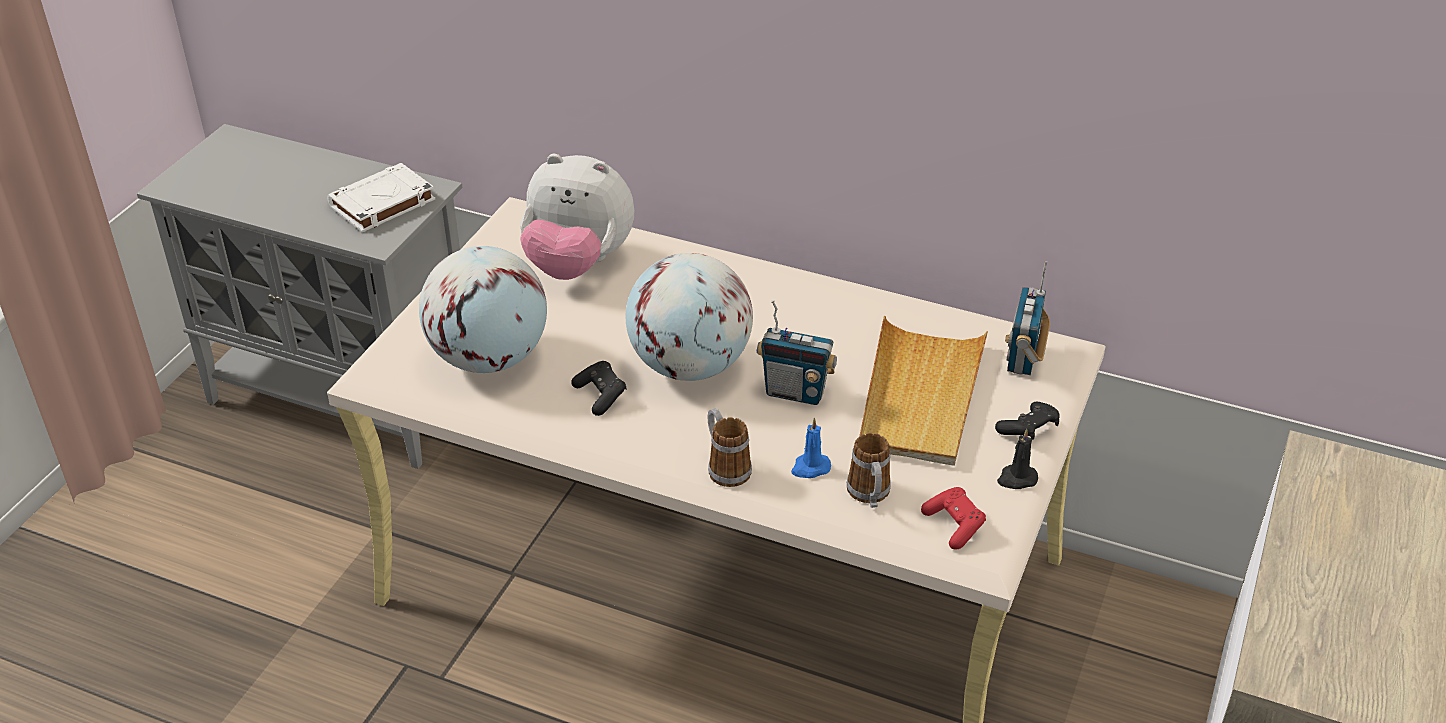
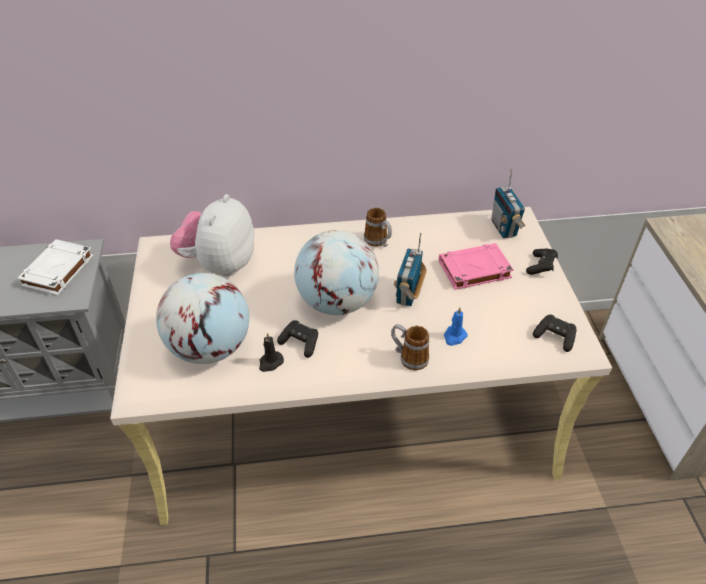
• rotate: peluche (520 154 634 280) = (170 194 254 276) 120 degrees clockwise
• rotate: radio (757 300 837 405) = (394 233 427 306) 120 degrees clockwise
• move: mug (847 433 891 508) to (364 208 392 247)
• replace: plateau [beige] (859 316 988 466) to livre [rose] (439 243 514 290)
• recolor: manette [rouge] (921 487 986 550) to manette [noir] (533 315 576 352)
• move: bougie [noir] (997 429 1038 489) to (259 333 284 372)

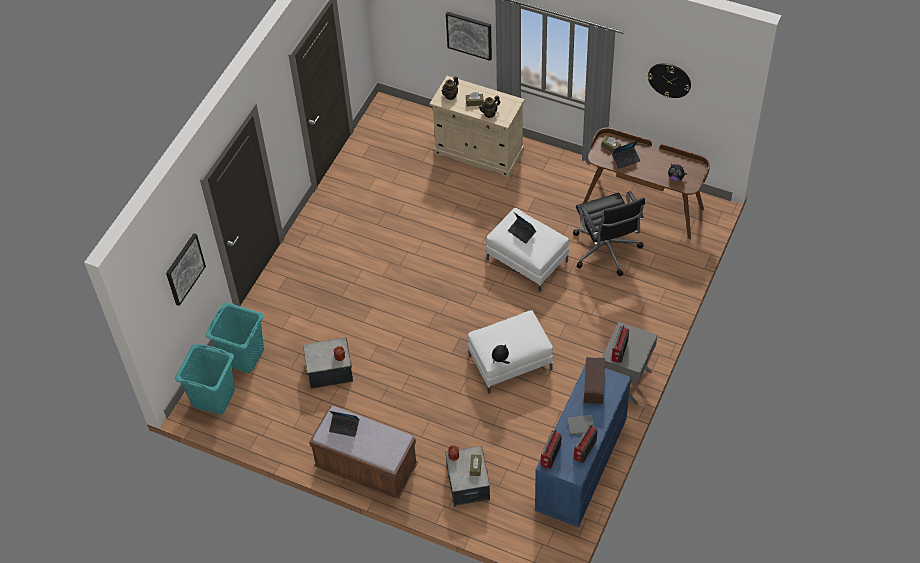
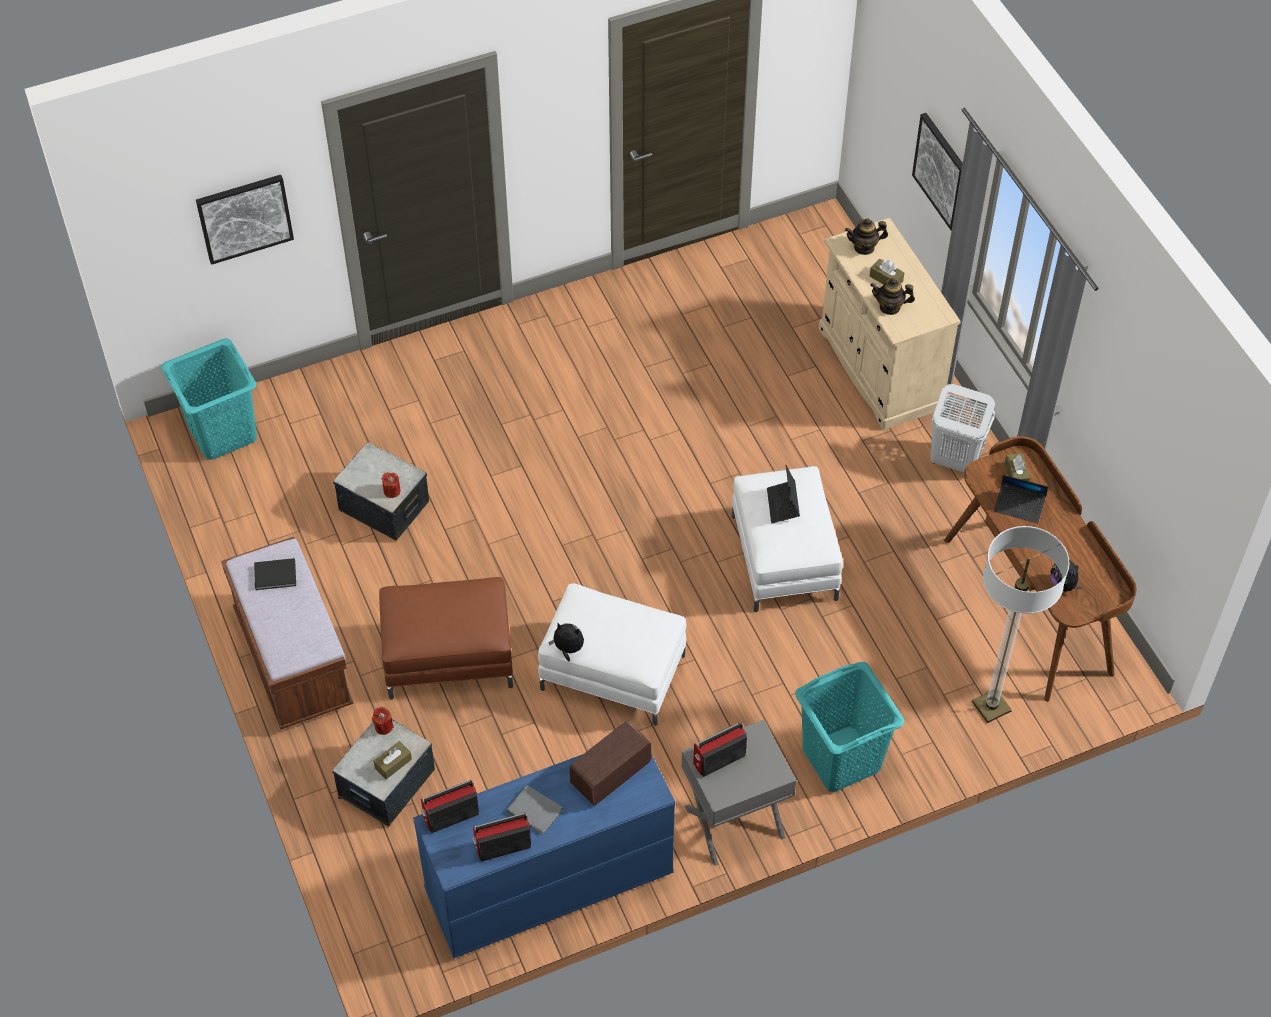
• move: panier à linge [turquoise] (206 302 264 373) to (795 662 904 792)
• replace: ordinateur portable (329 411 359 437) to livre [noir] (254 558 296 590)
• delete: chaise de bureau [noir] (573 191 645 277)
• delete: horloge murale (648 63 691 98)
• insert: pouf [marron] (379 577 513 699)
• insert: panier à linge [blanc] (931 384 995 473)
• insert: lampadaire (972 526 1070 723)

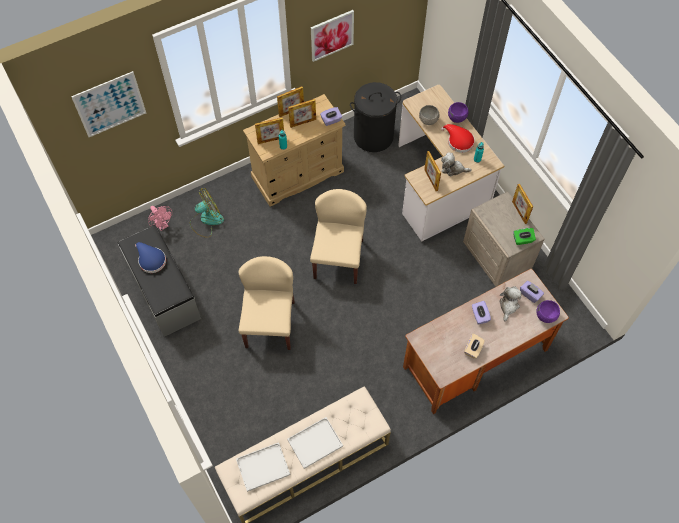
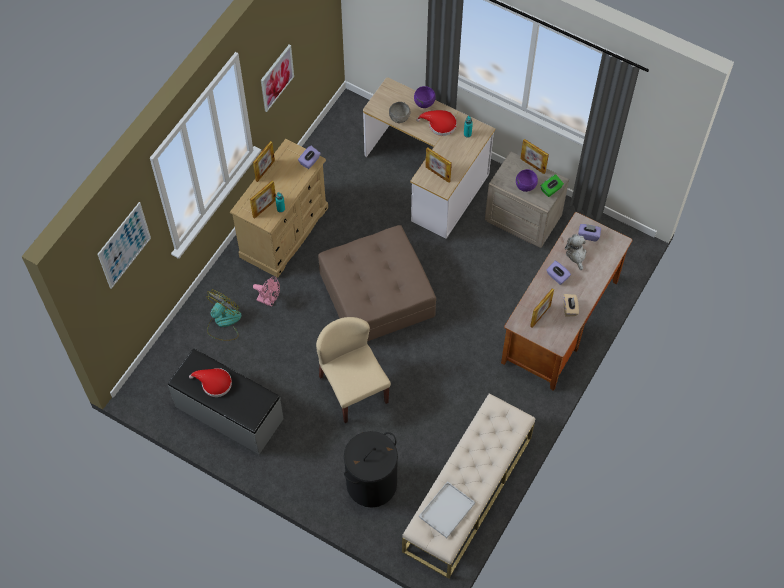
• recolor: chapeau [bleu] (135 242 166 273) to chapeau [rouge] (189 368 232 397)
• move: ventilateur [rose] (148 206 172 231) to (253 277 280 306)
• delete: plateau [blanc] (287 417 343 469)
• move: cadre photo (288 99 316 128) to (530 288 554 328)
• replace: chaise [beige] (310 189 367 284) to pouf [marron] (318 225 436 341)
• move: panier à linge [noir] (350 82 401 152) to (344 431 398 508)
• delete: peluche (441 152 472 176)
• move: bol [violet] (536 300 560 323) to (516 169 538 192)

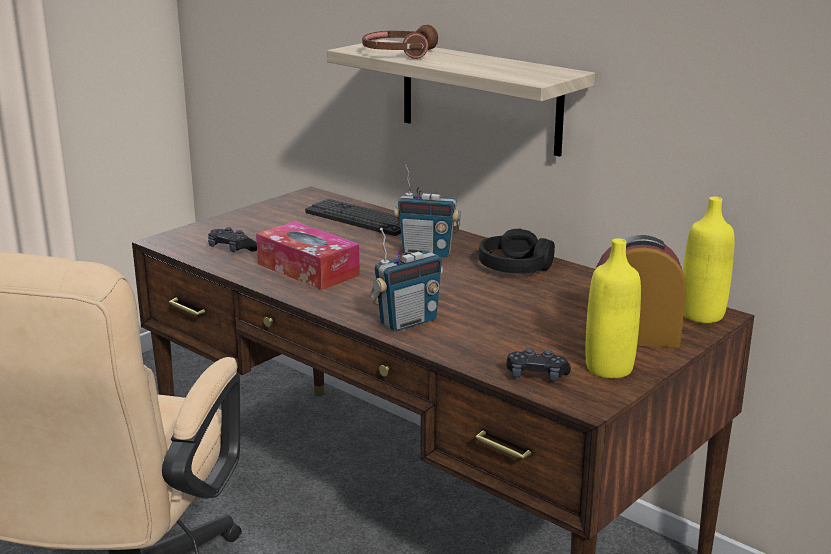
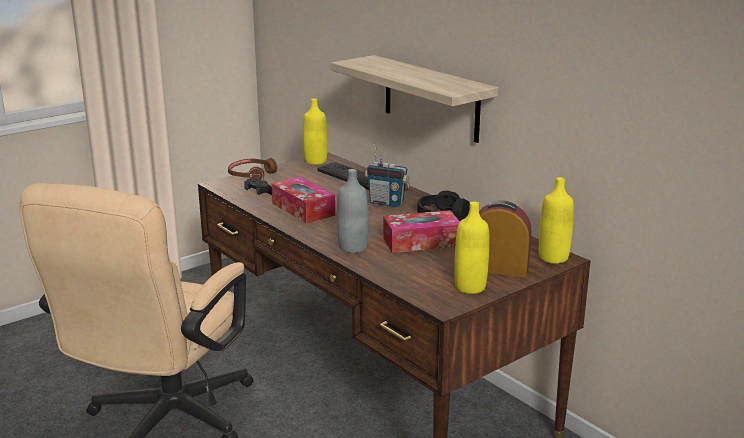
• move: casque audio [marron] (362 25 438 59) to (228 158 277 181)
• replace: radio (369 228 443 332) to bouteille [gris] (337 169 368 253)
• delete: manette [noir] (506 348 571 381)
• insert: bouteille [jaune] (303 98 327 165)
• insert: boîte à mouchoirs (383 210 460 253)

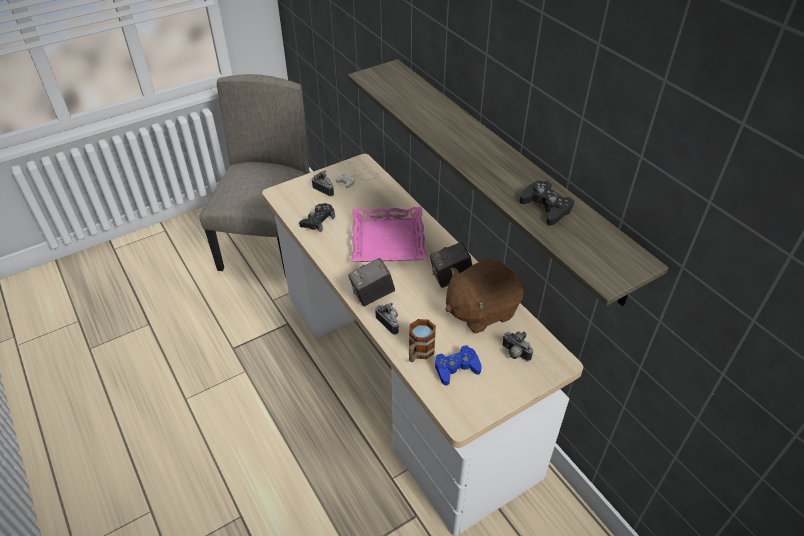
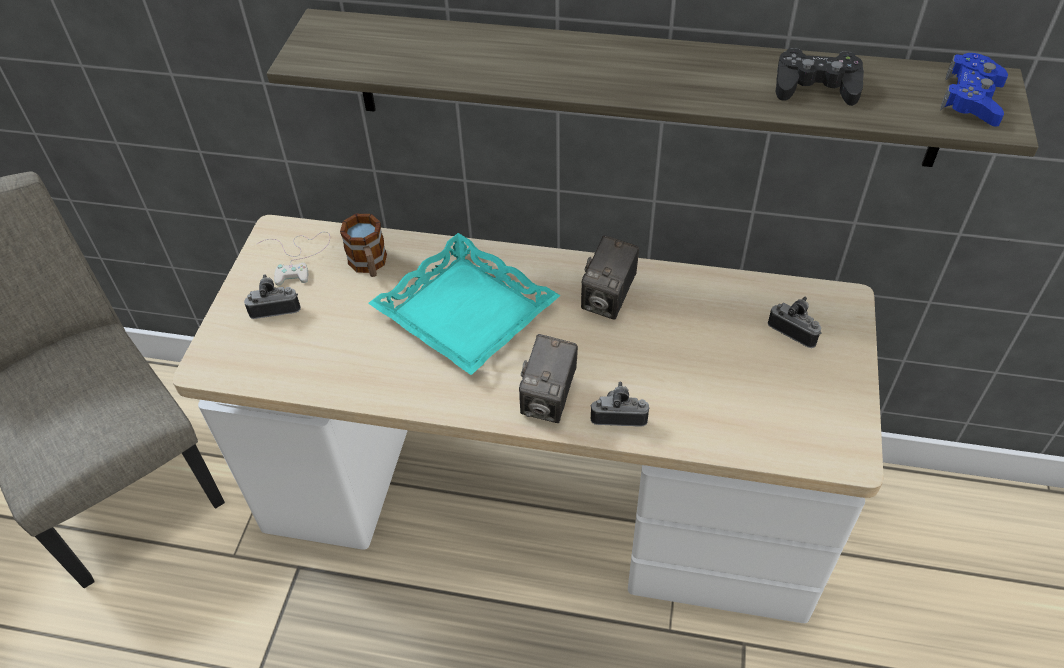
• delete: manette [noir] (299 203 335 232)
• recolor: plateau [rose] (352 207 427 262) to plateau [turquoise] (368 233 561 375)
• move: mug (409 319 436 362) to (340 214 387 277)
• move: manette [bleu] (435 345 481 386) to (940 53 1008 127)
• delete: peluche [marron] (445 259 523 333)
• rotate: appareil photo (502 332 533 361) = (768 297 821 348) 135 degrees counterclockwise

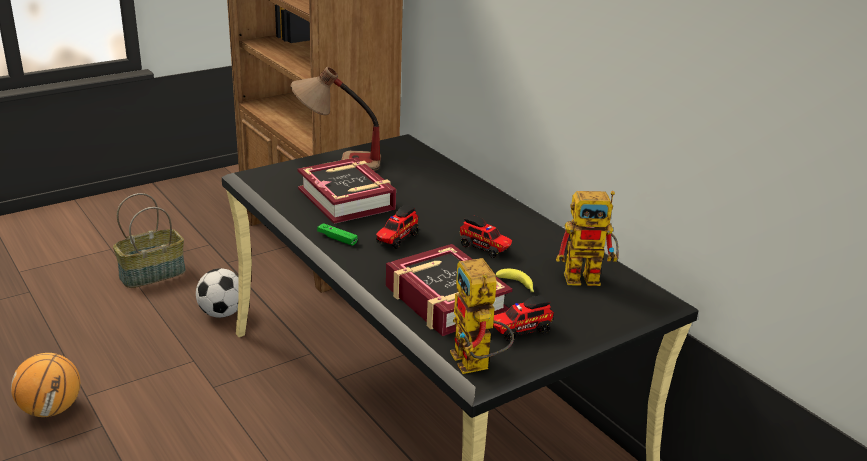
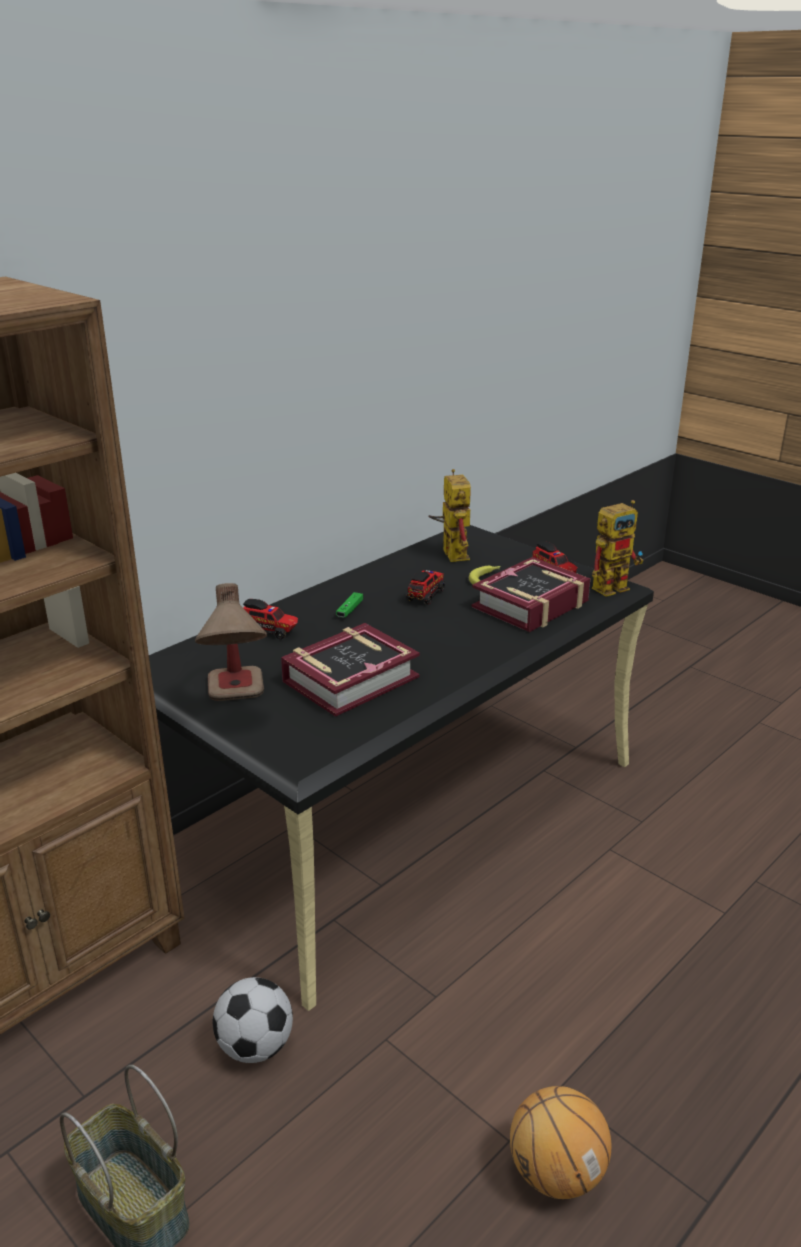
• move: manette [vert] (317 223 358 246) to (336 592 363 618)
• move: camion jouet (376 205 419 249) to (243 599 298 640)

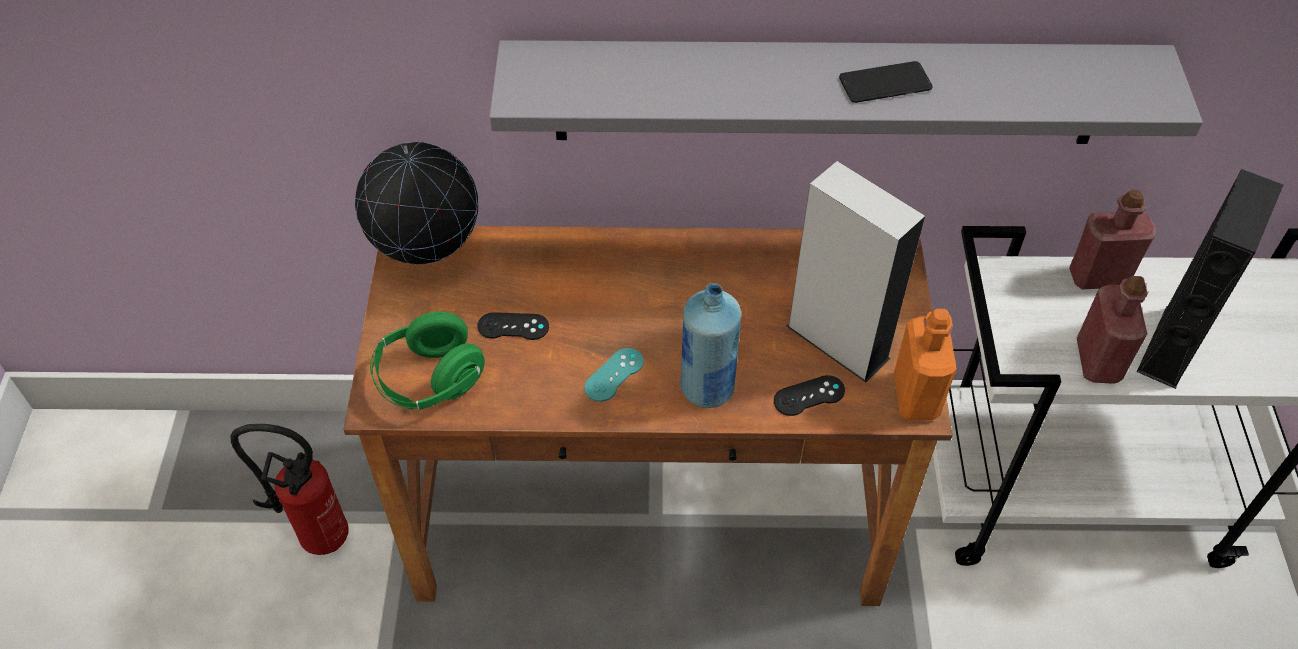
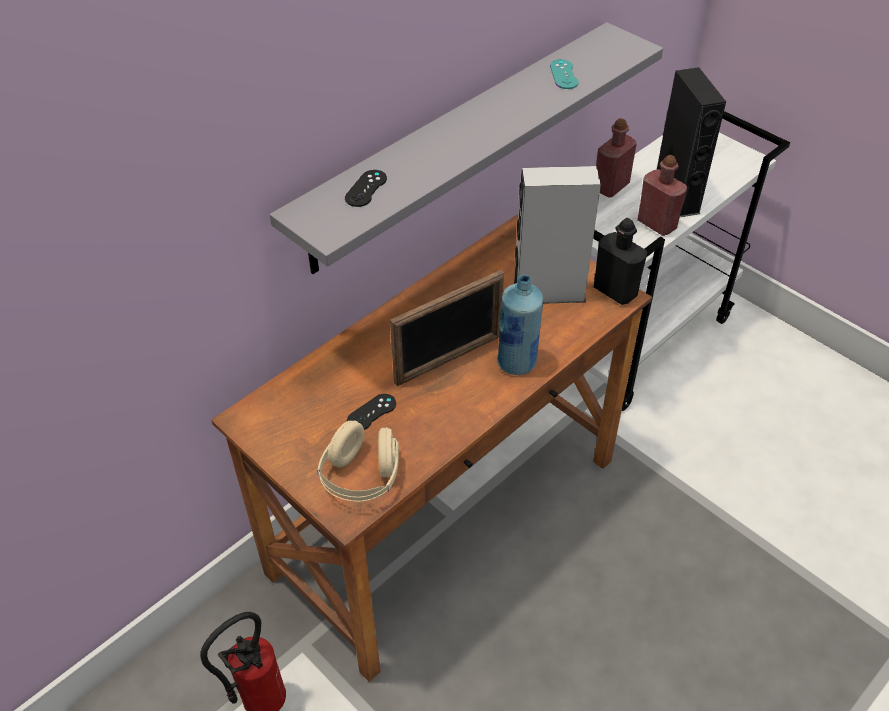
• delete: globe (355 142 479 264)
• recolor: casque audio [vert] (370 312 485 410) to casque audio [beige] (317 421 399 502)
• move: manette [turquoise] (584 348 644 402) to (550 59 579 89)
• move: manette [noir] (774 375 845 416) to (345 170 387 207)
• delete: téléphone (839 61 933 103)
• recolor: bouteille [orange] (894 309 957 420) to bouteille [noir] (594 218 647 305)
• insert: cadre photo (390 270 504 386)

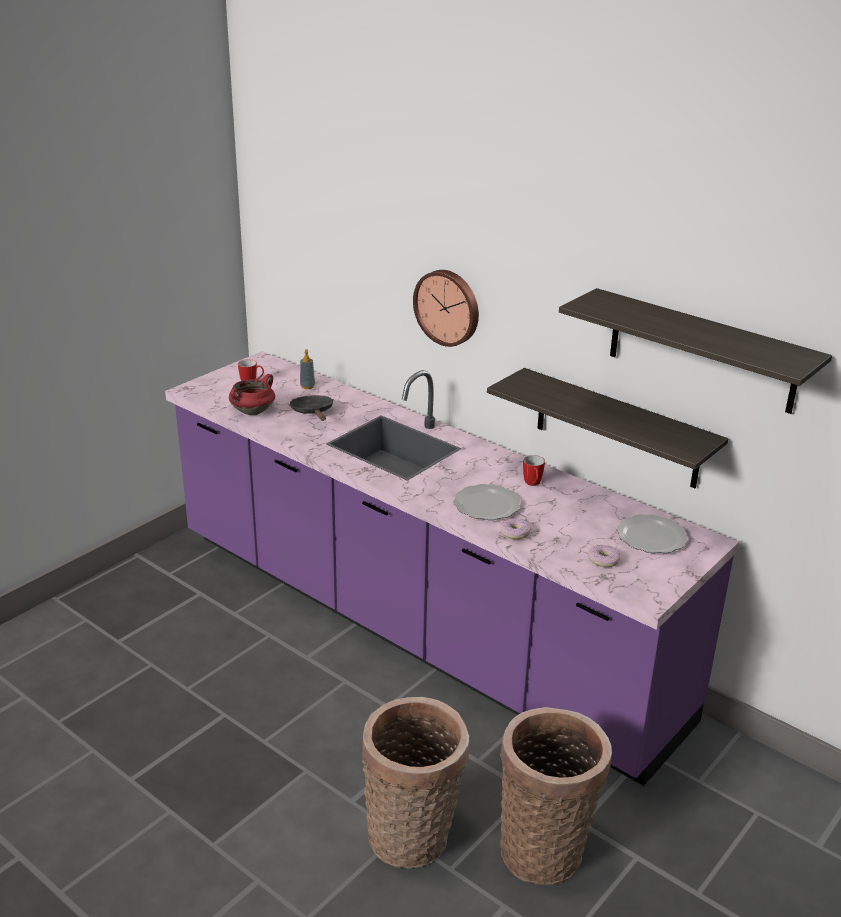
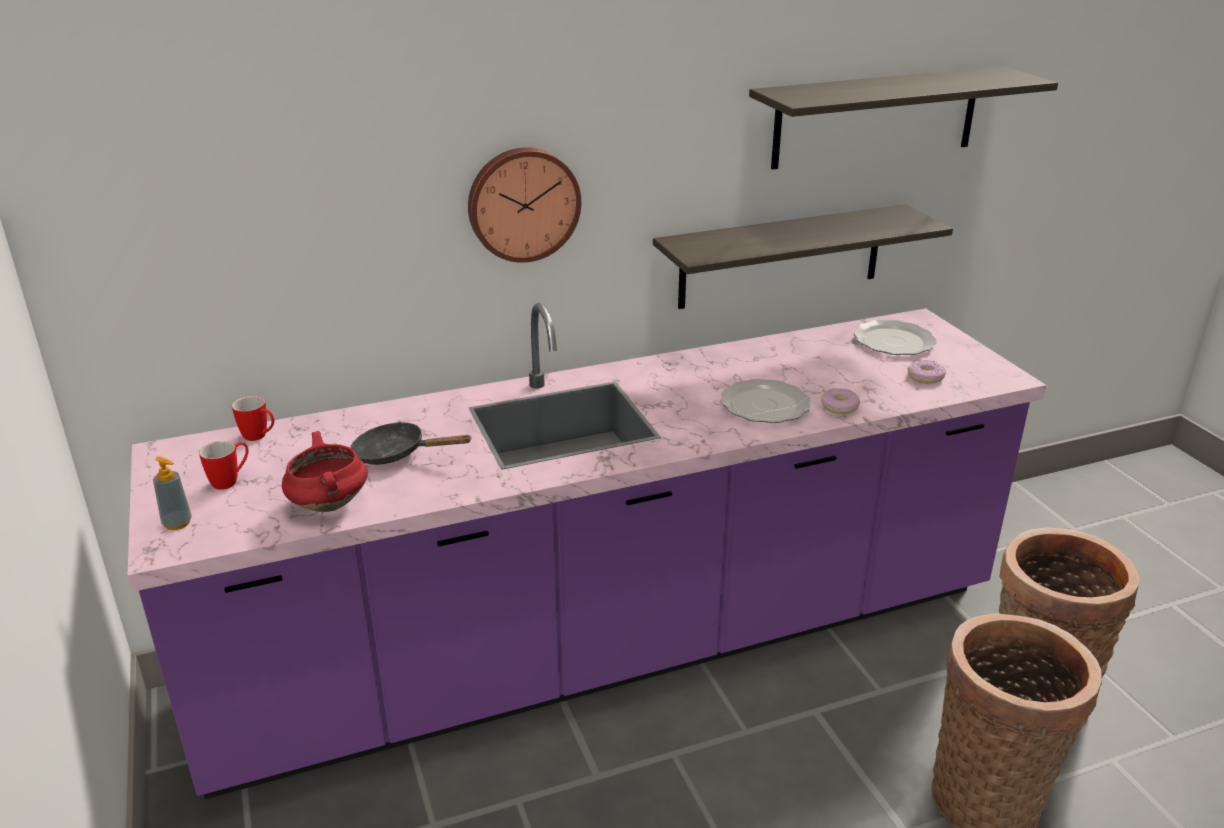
• move: distributeur de savon (300 349 315 389) to (153 456 192 530)
• move: mug (523 455 545 486) to (232 396 274 441)

